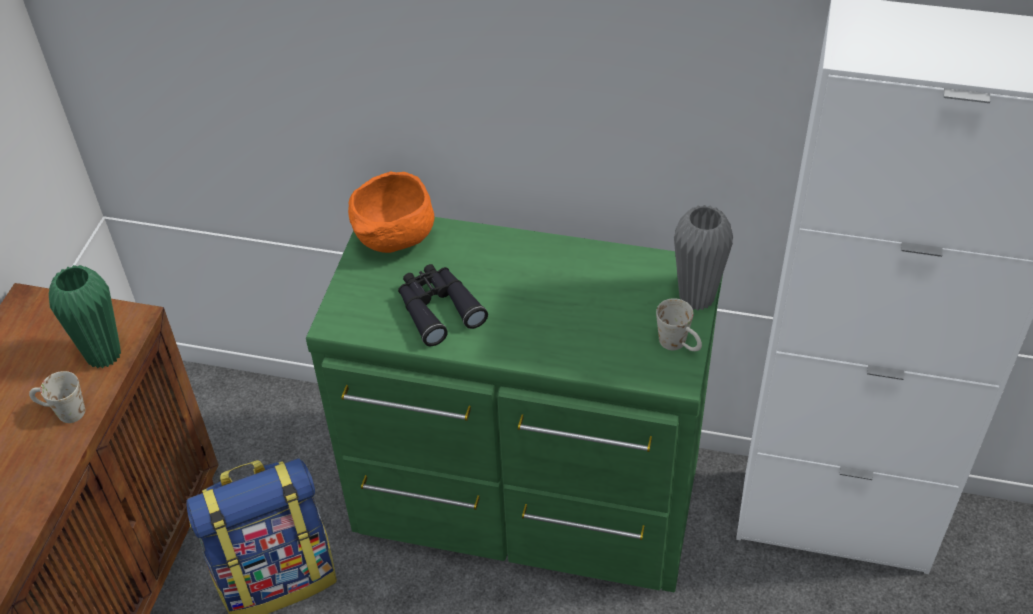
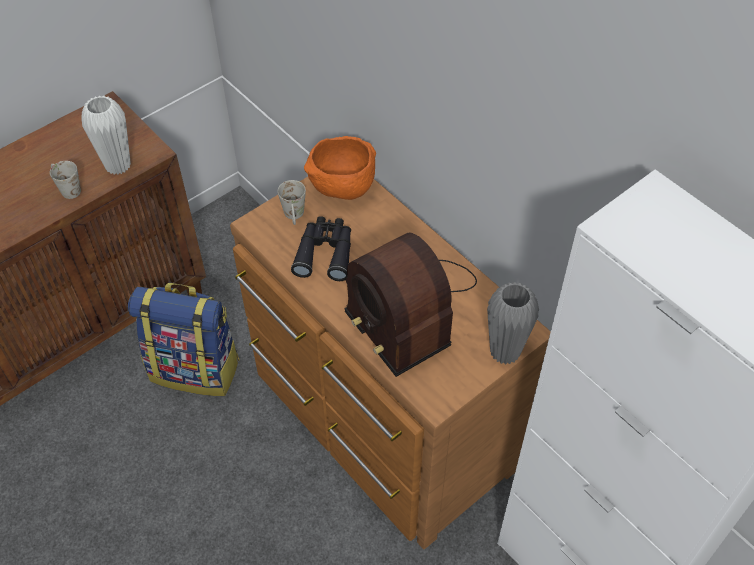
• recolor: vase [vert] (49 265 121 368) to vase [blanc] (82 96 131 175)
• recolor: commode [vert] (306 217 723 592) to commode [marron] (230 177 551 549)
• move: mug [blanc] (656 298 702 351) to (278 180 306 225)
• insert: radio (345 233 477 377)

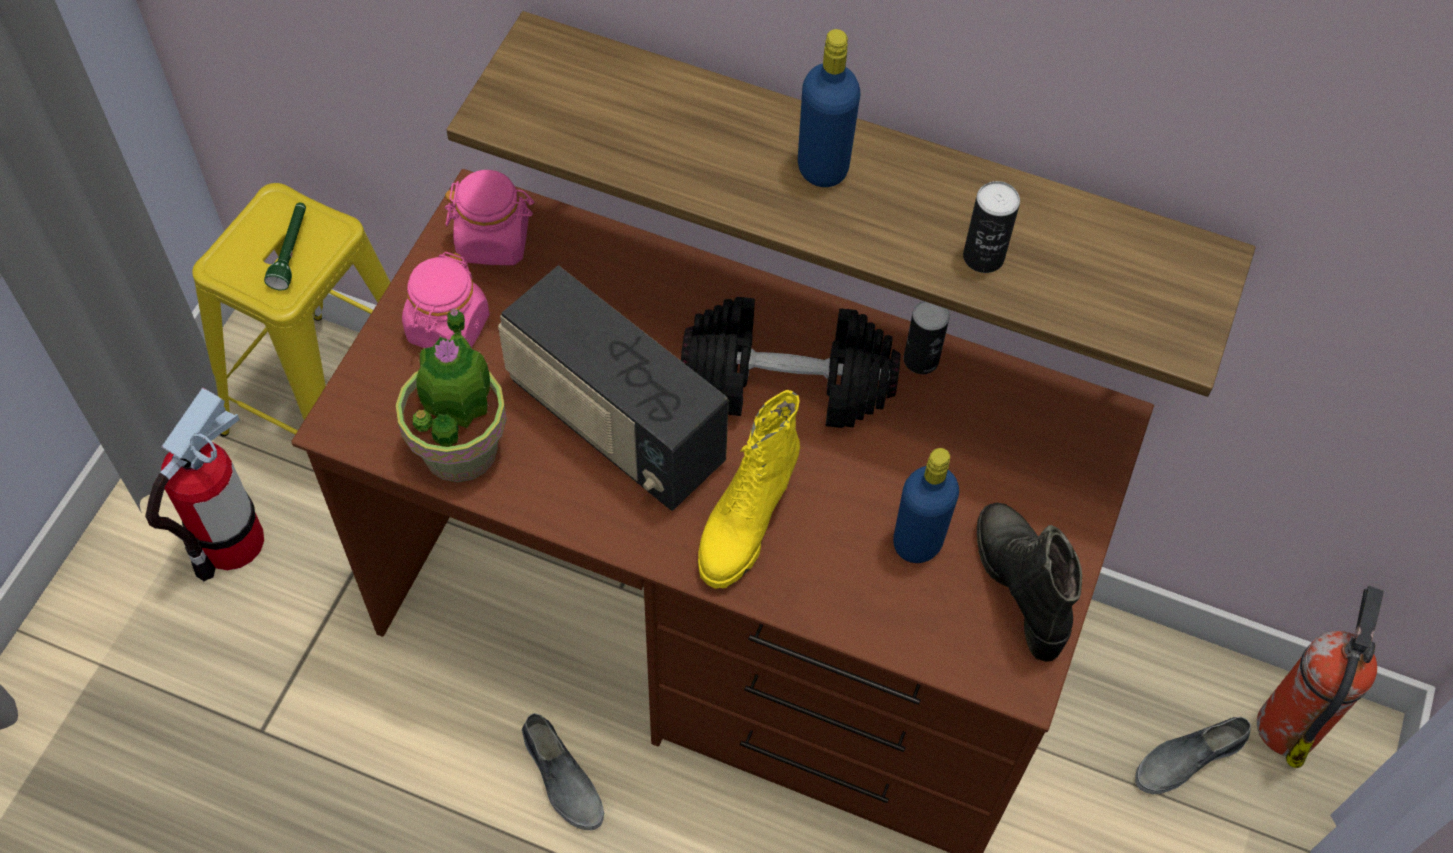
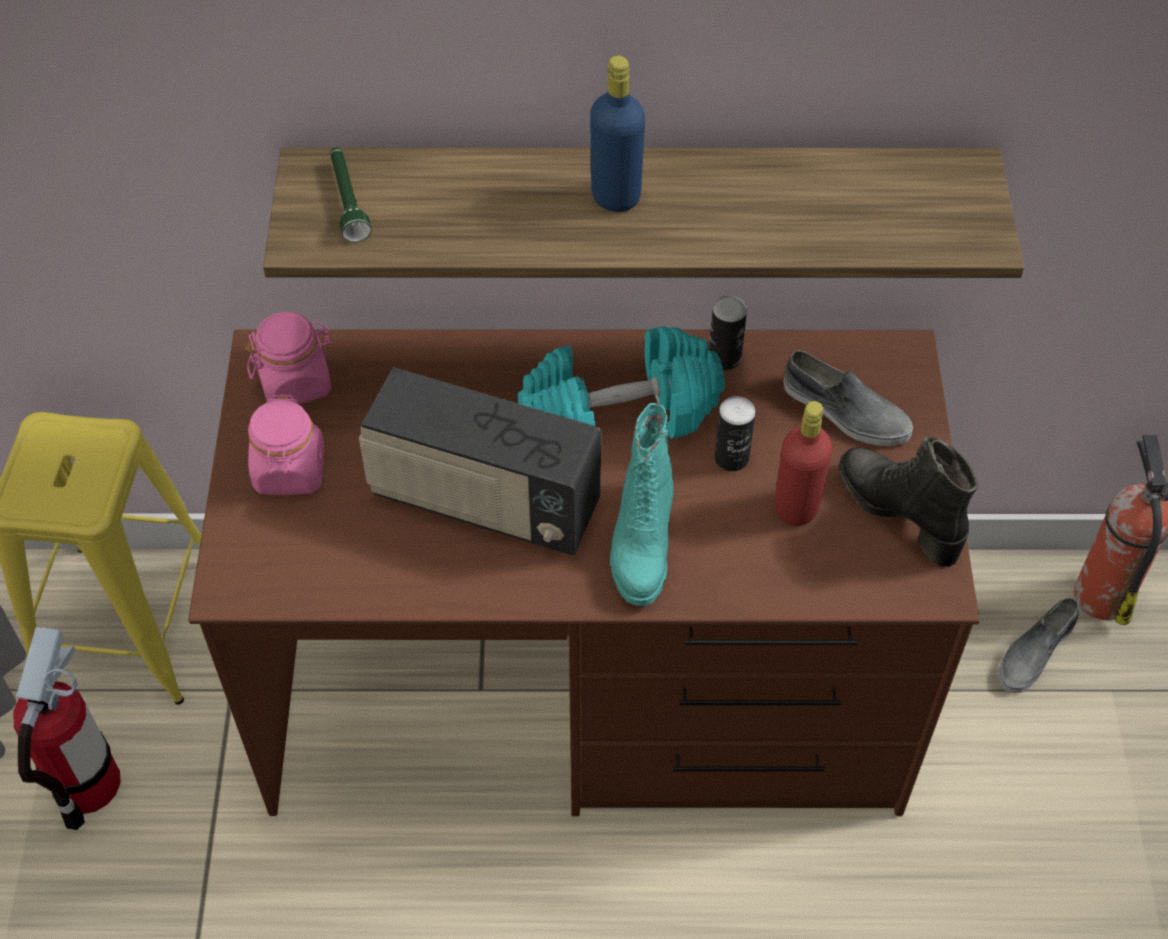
• move: lampe de poche [vert] (264 203 306 290) to (330 147 371 242)
• delete: plante en pot (396 308 507 482)
• move: chaussure [gris] (522 713 604 830) to (784 351 913 446)
• recolor: haltère [noir] (681 297 900 428) to haltère [turquoise] (518 326 725 439)
• recolor: botte [jaune] (698 390 800 589) to botte [turquoise] (610 403 674 606)
• recolor: bouteille [bleu] (893 448 959 563) to bouteille [rouge] (774 401 832 526)
• move: boîte métallique (963 181 1020 273) to (714 396 755 472)

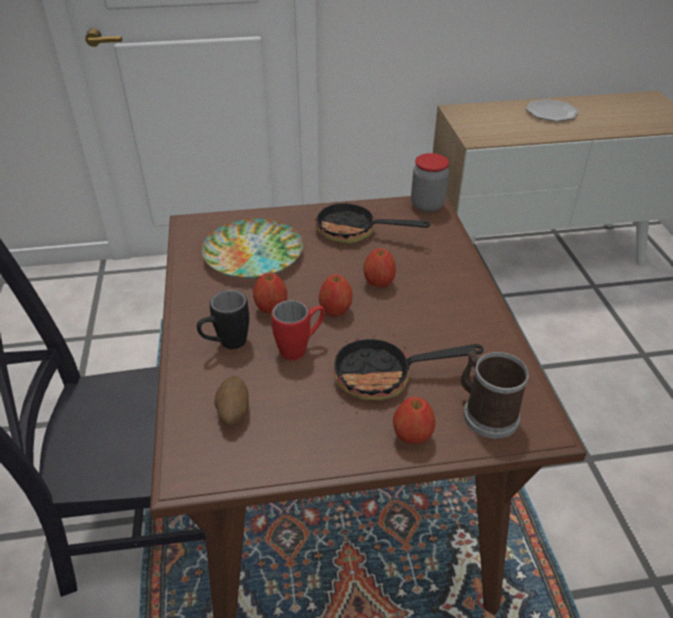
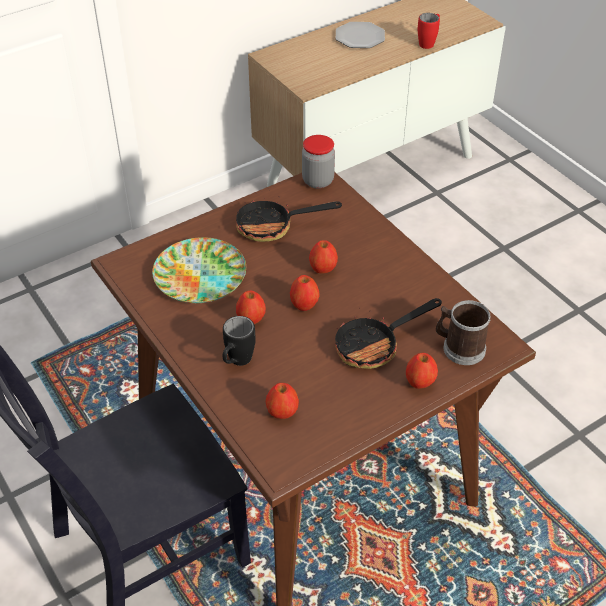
• replace: pomme de terre (214 376 249 426) to pomme (266 383 299 419)
• move: mug [rouge] (271 300 325 360) to (418 13 440 49)

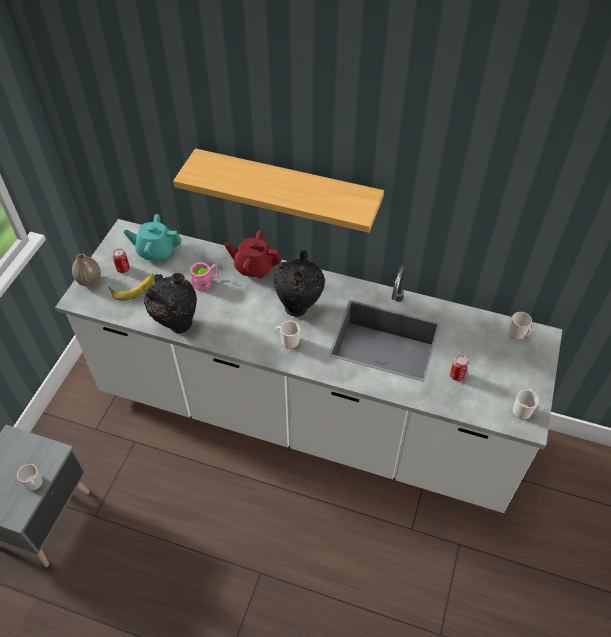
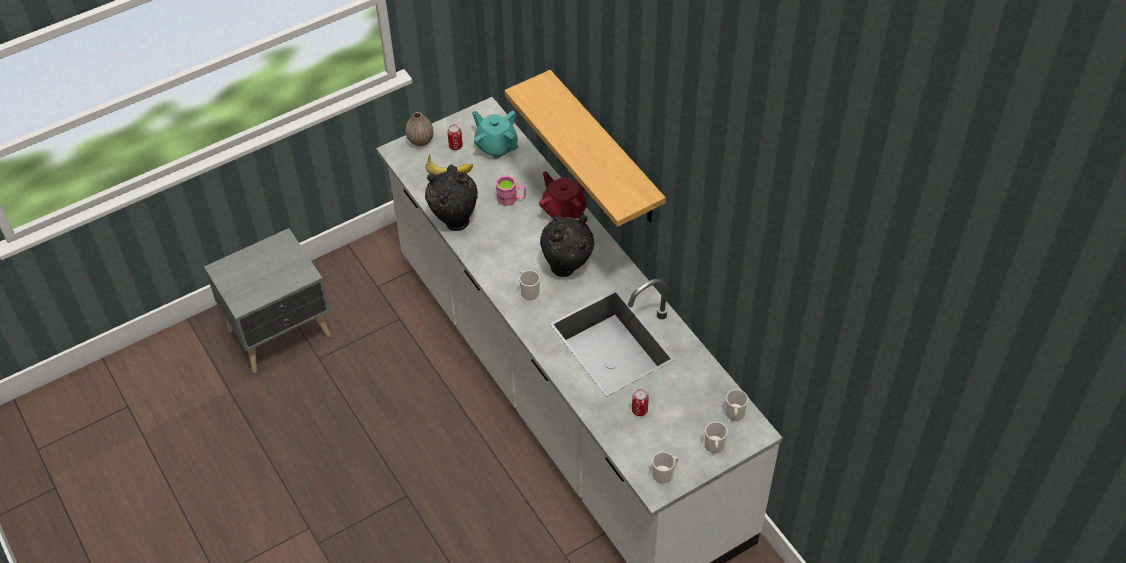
• move: mug (17 464 43 491) to (704 422 728 453)

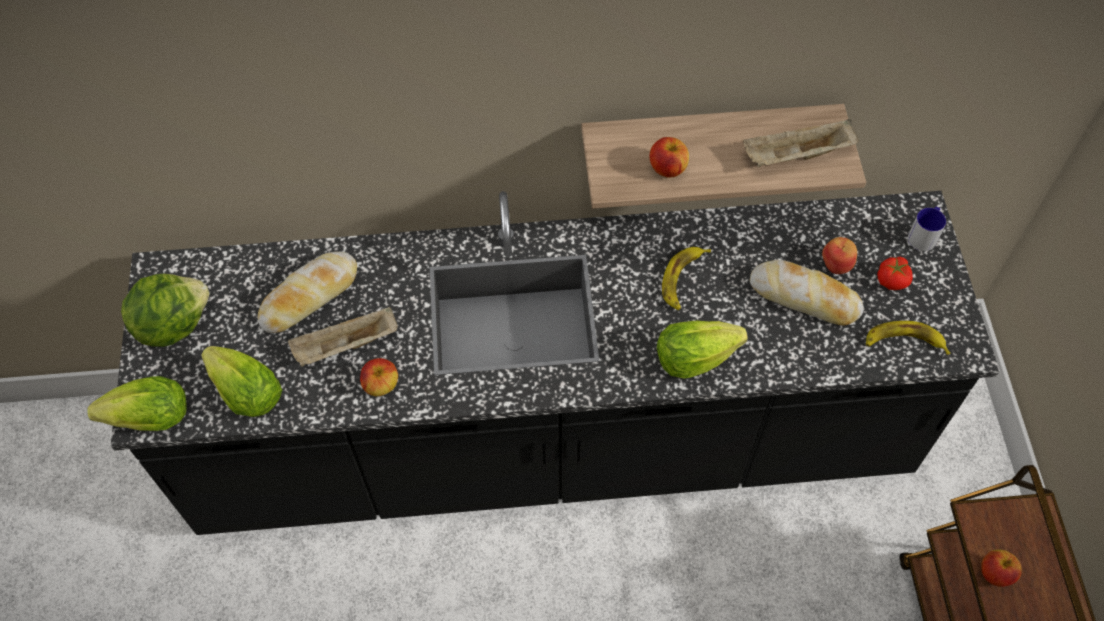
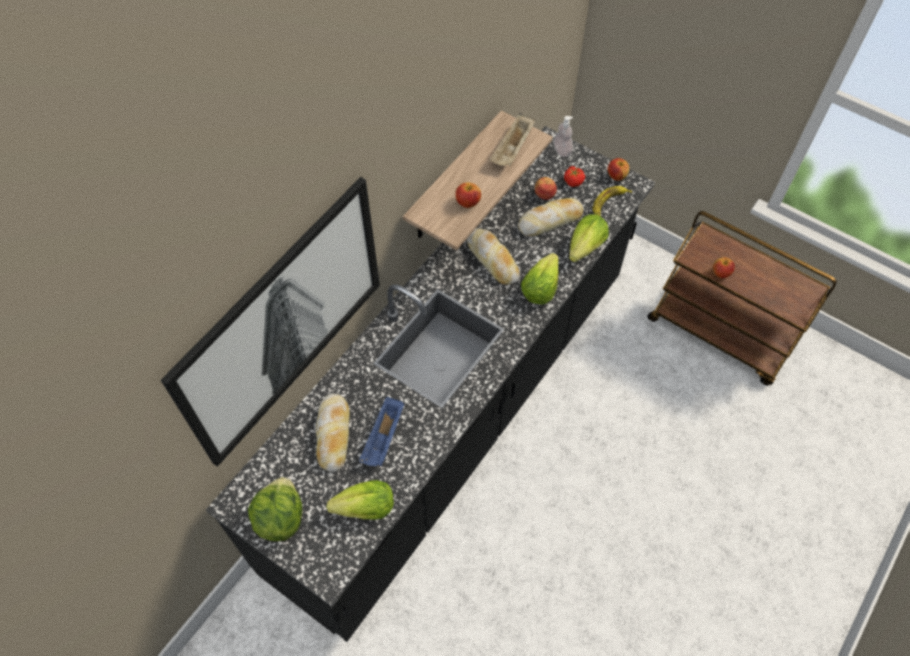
• move: laitue (87 376 186 431) to (569 214 609 262)
• recolor: plateau [beige] (288 307 398 367) to plateau [bleu] (359 397 404 466)
• move: pomme (360 358 398 396) to (608 158 629 181)
• replace: banane (662 247 711 310) to pain (467 228 520 285)
• replace: mug (908 207 946 251) to distributeur de savon (553 116 573 157)
• insert: tableau (161 177 380 467)

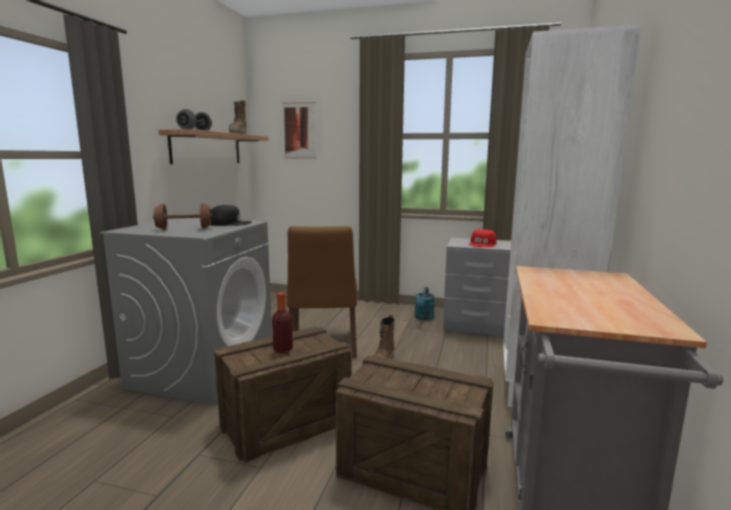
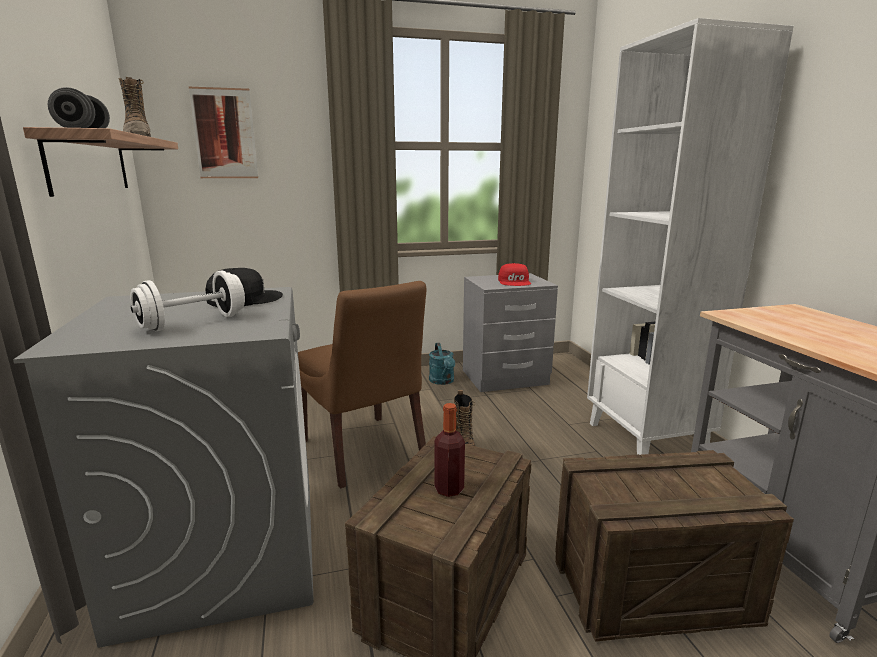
• recolor: haltère [marron] (153 203 213 230) to haltère [blanc] (130 271 245 331)

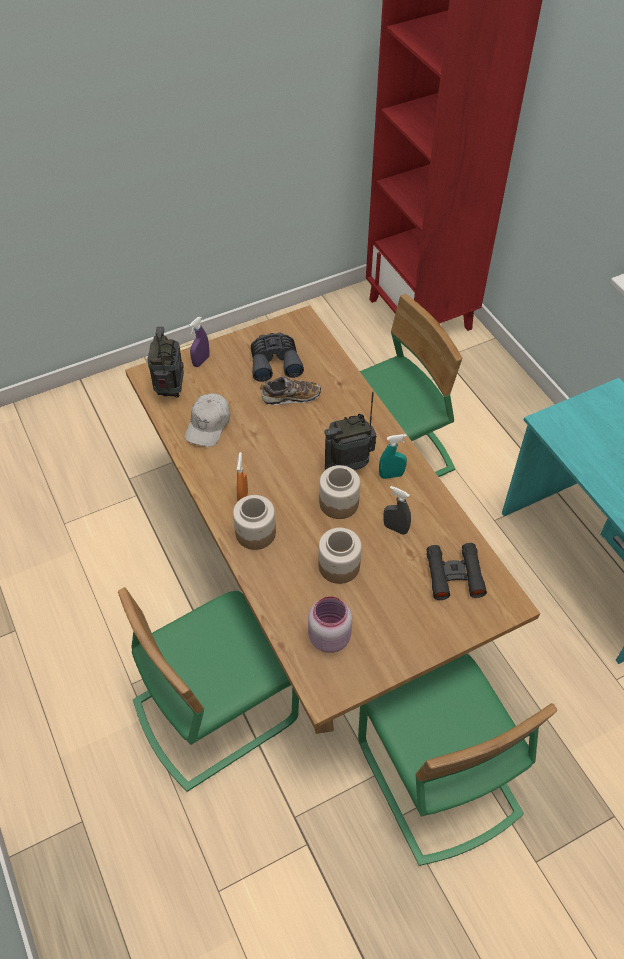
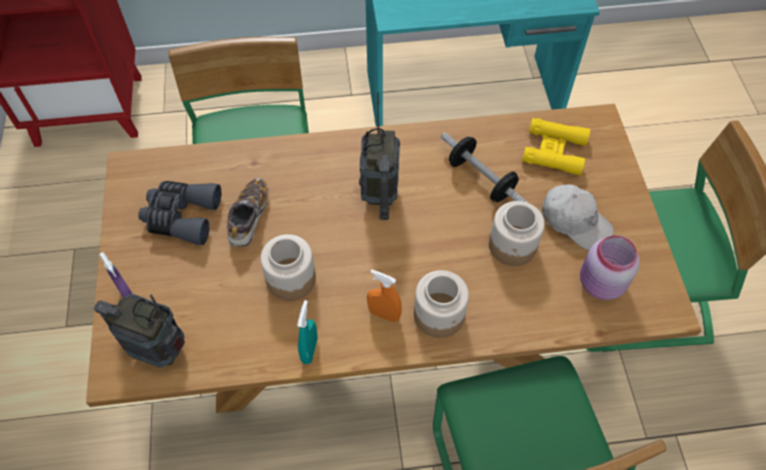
• move: casquette [blanc] (185 393 230 447) to (542 185 614 250)
• move: bocal (319 465 360 519) to (260 234 316 301)
• move: vaporisateur [turquoise] (379 434 407 479) to (297 300 318 364)
• replace: vaporisateur [gris] (383 486 411 535) to haltère (441 132 528 203)
• recolor: jumelles [noir] (427 543 487 600) to jumelles [jaune] (522 118 590 176)

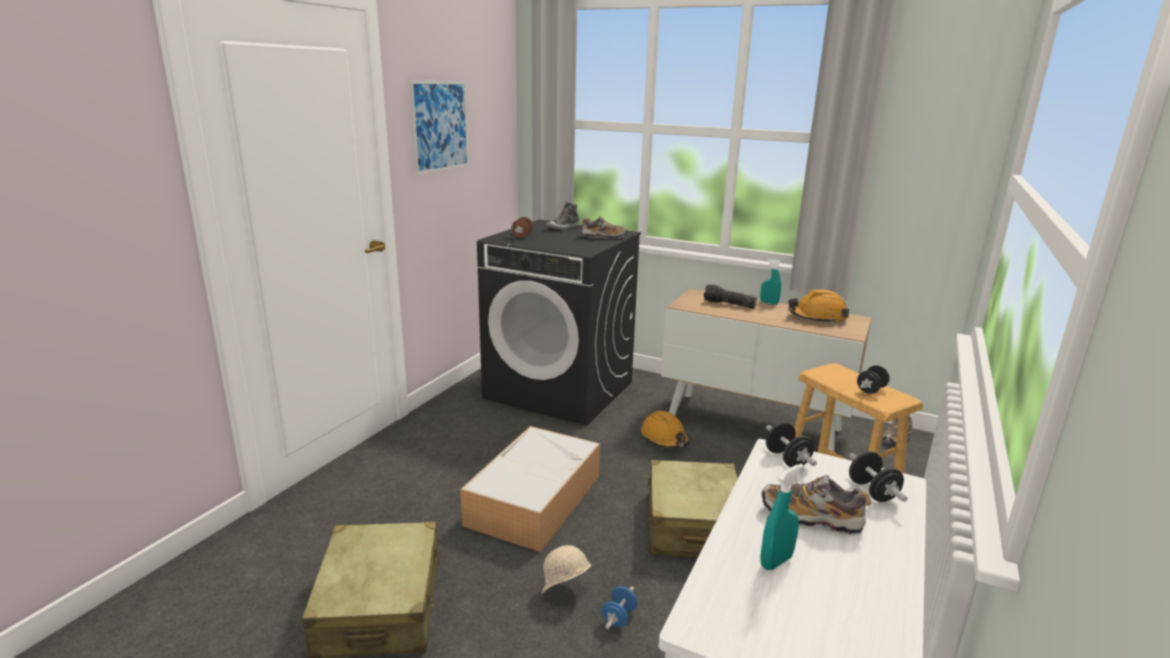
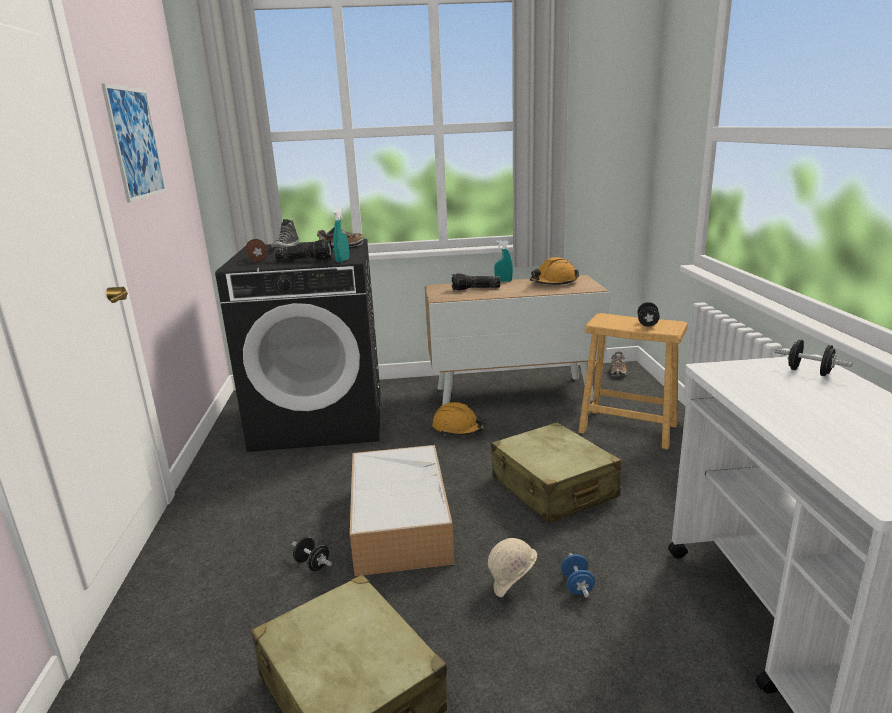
• move: vaporisateur [turquoise] (760 464 803 570) to (333 208 349 262)
• delete: chaussure (761 475 871 536)
• move: haltère [noir] (766 422 817 467) to (292 537 332 571)
• insert: lampe de poche (275 239 333 261)

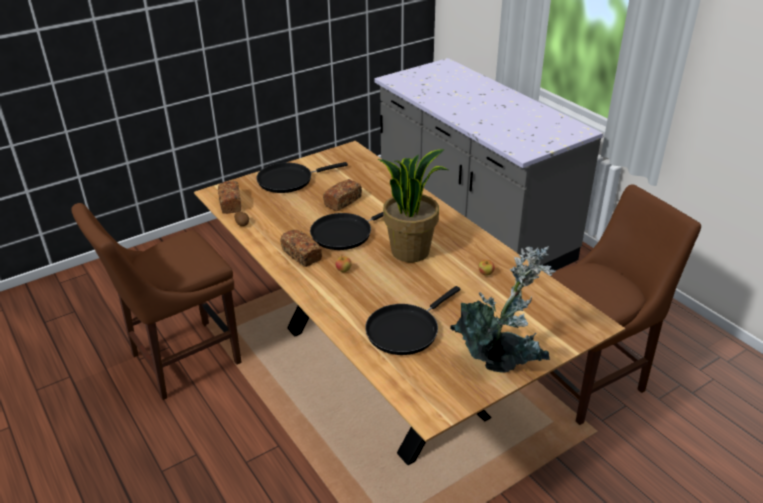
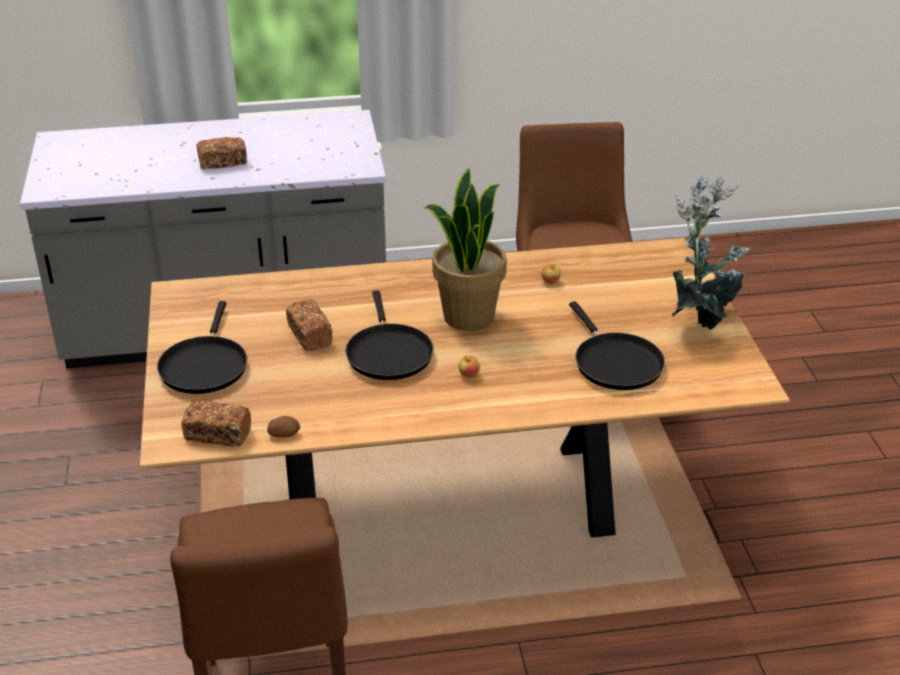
• move: pain (280 230 322 267) to (197 137 247 170)

